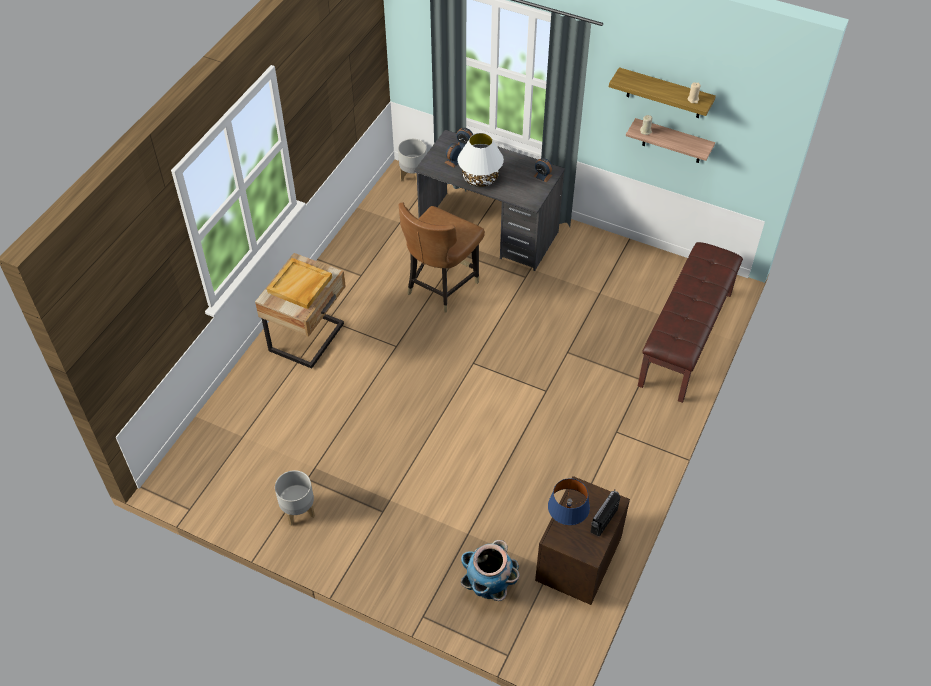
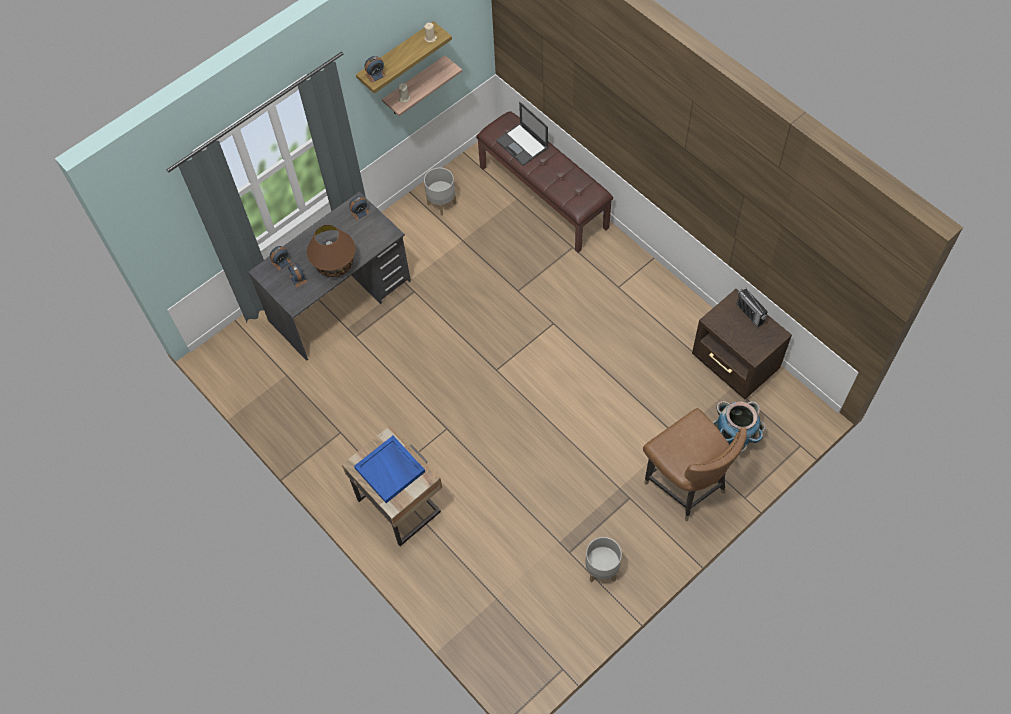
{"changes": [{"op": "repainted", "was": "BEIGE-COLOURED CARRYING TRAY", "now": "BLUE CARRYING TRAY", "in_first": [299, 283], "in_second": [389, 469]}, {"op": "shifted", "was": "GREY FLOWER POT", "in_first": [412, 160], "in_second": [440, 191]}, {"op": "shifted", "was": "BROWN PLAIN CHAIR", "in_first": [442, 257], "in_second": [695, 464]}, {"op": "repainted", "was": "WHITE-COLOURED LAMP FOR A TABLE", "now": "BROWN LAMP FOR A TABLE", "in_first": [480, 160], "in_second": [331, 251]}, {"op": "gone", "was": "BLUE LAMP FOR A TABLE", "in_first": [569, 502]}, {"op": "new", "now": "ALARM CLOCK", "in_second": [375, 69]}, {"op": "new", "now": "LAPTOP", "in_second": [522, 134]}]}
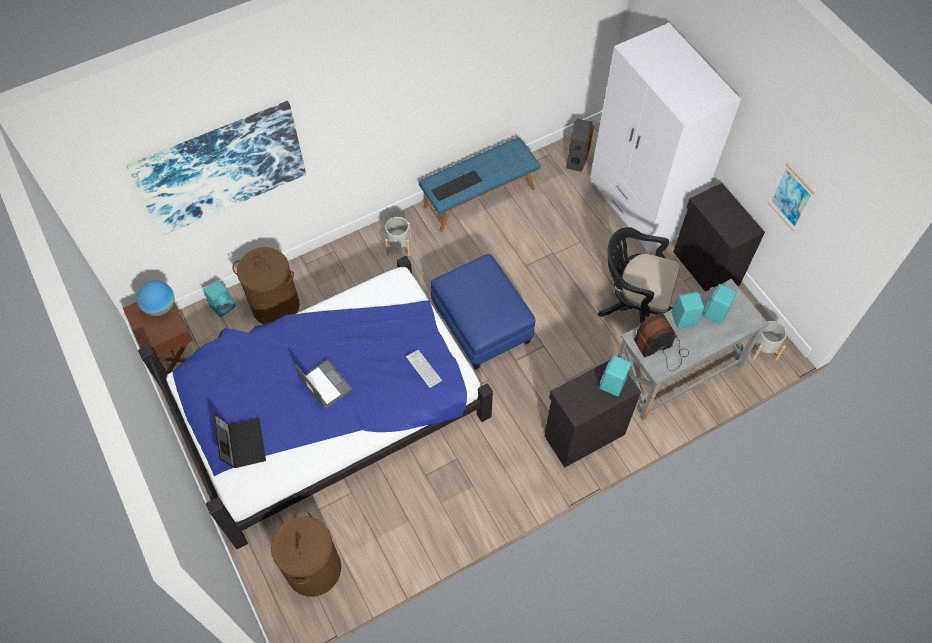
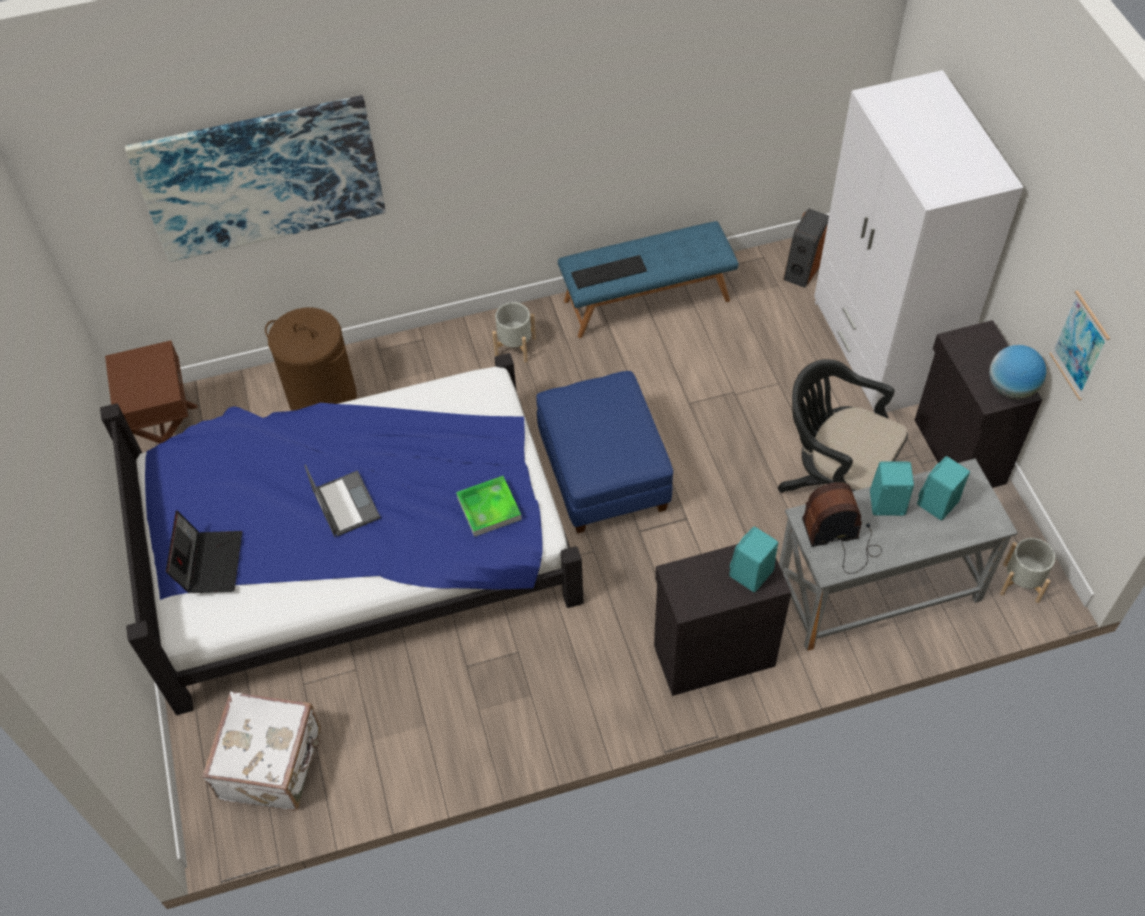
{"changes": [{"op": "shifted", "was": "WORLD GLOBE", "in_first": [156, 298], "in_second": [1017, 372]}, {"op": "gone", "was": "TURQUOISE-COLOURED AUDIO SPEAKER", "in_first": [219, 298]}, {"op": "swapped", "was": "BROWN WASHING BASKET", "now": "WHITE-COLOURED TRAVEL CASE", "in_first": [306, 554], "in_second": [261, 751]}, {"op": "swapped", "was": "PC KEYBOARD", "now": "CARRYING TRAY", "in_first": [424, 369], "in_second": [489, 506]}]}
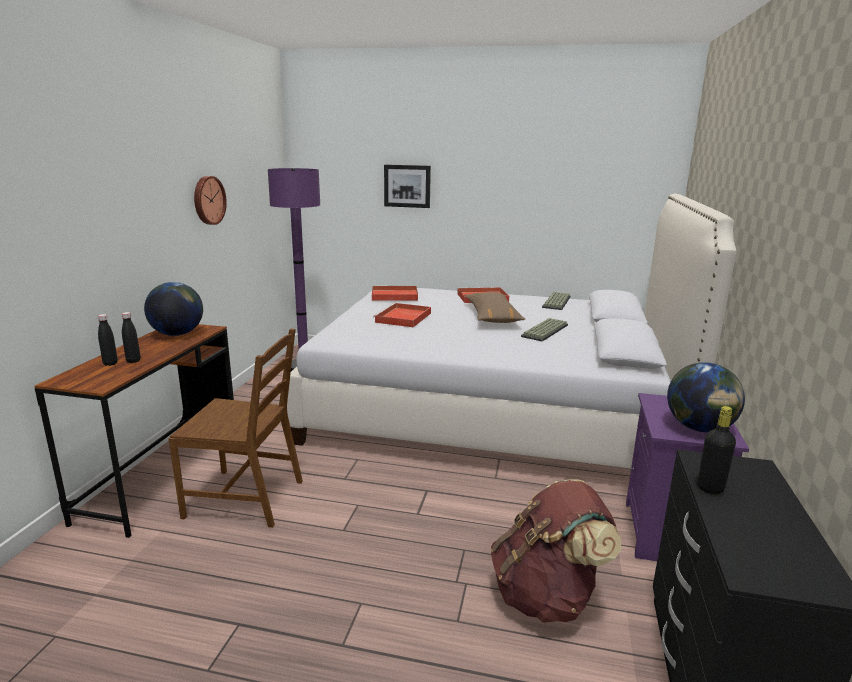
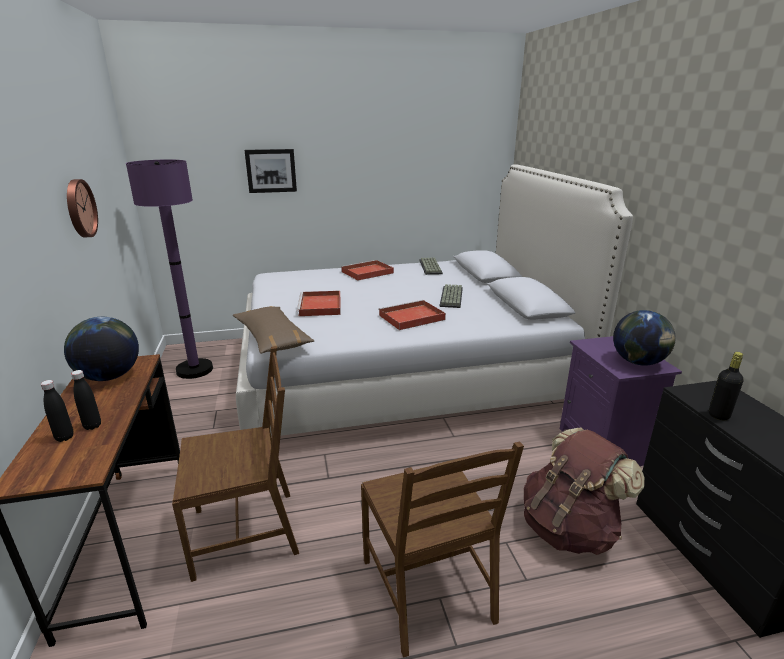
{"changes": [{"op": "shifted", "was": "REDDISH CARRYING TRAY", "in_first": [395, 293], "in_second": [412, 315]}, {"op": "shifted", "was": "BROWN CUSHION", "in_first": [495, 307], "in_second": [273, 330]}, {"op": "new", "now": "BROWN PLAIN CHAIR", "in_second": [442, 549]}]}
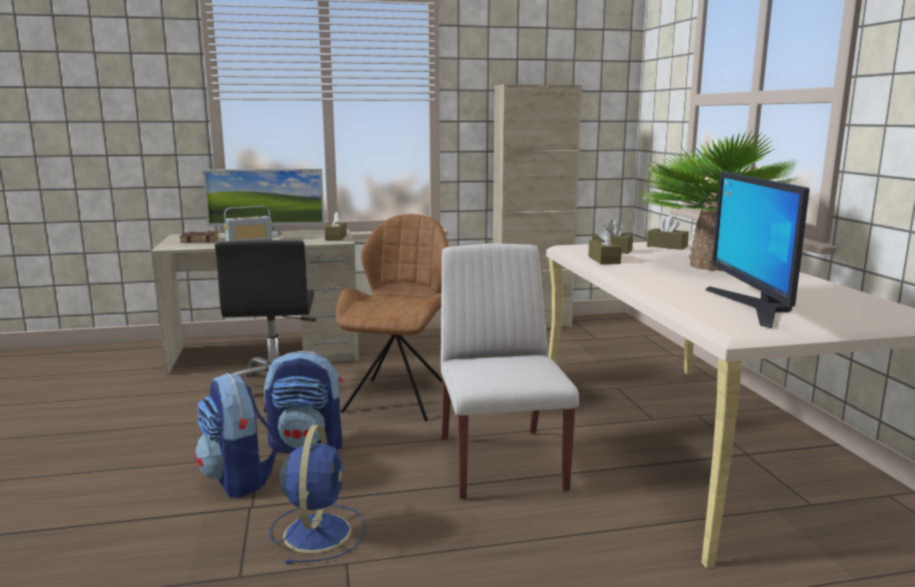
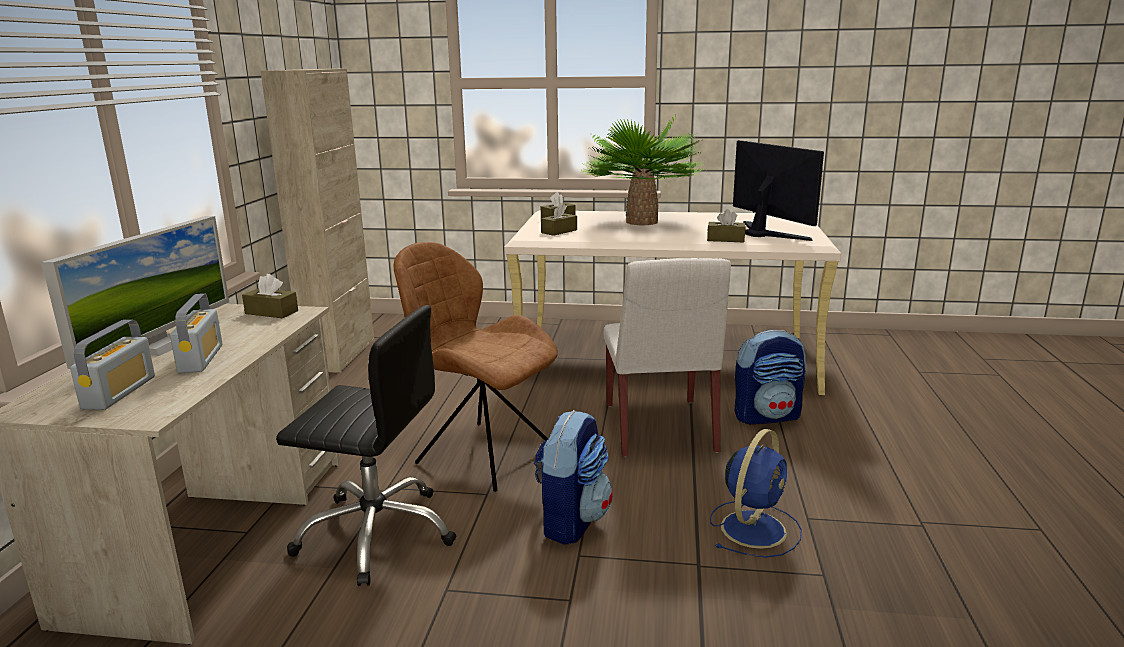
{"changes": [{"op": "swapped", "was": "BROWN BOOK", "now": "RADIO", "in_first": [199, 237], "in_second": [112, 365]}, {"op": "shifted", "was": "BACKPACK", "in_first": [237, 435], "in_second": [770, 377]}, {"op": "rotated", "was": "BLUE FAN", "in_first": [318, 494], "in_second": [756, 493], "clockwise": 105}, {"op": "rotated", "was": "WHITE-COLOURED PLAIN CHAIR", "in_first": [510, 371], "in_second": [667, 357], "clockwise": -105}, {"op": "shifted", "was": "BROWN BOX OF TISSUES", "in_first": [605, 245], "in_second": [726, 225]}, {"op": "rotated", "was": "COMPUTER SCREEN", "in_first": [758, 250], "in_second": [778, 190], "clockwise": -135}]}
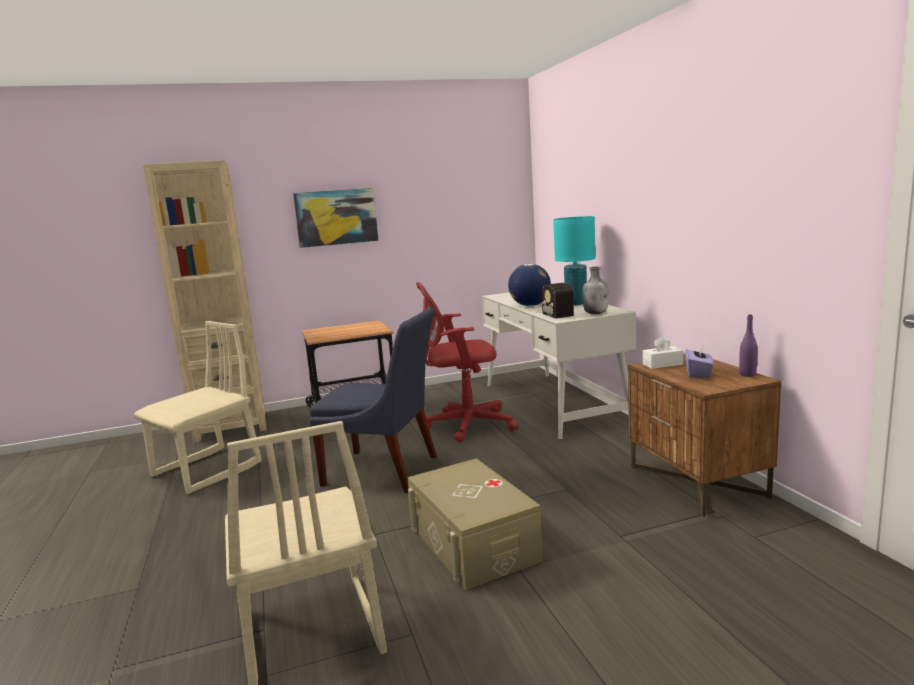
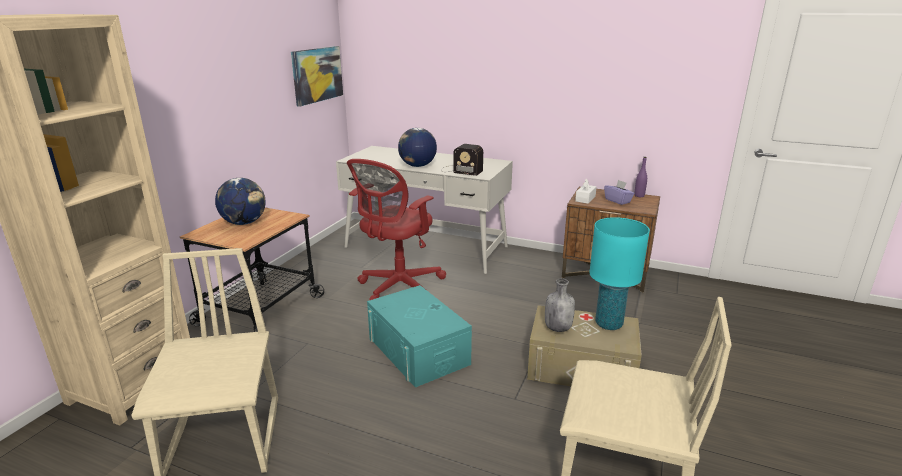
{"changes": [{"op": "shifted", "was": "PICTURE", "in_first": [335, 218], "in_second": [317, 76]}, {"op": "swapped", "was": "BLUE PLAIN CHAIR", "now": "TURQUOISE-COLOURED STORAGE CONTAINER", "in_first": [373, 400], "in_second": [419, 336]}, {"op": "shifted", "was": "TURQUOISE-COLOURED LAMP FOR A TABLE", "in_first": [574, 260], "in_second": [619, 273]}, {"op": "shifted", "was": "GREY BOTTLE", "in_first": [595, 290], "in_second": [560, 305]}, {"op": "new", "now": "WORLD GLOBE", "in_second": [240, 201]}]}
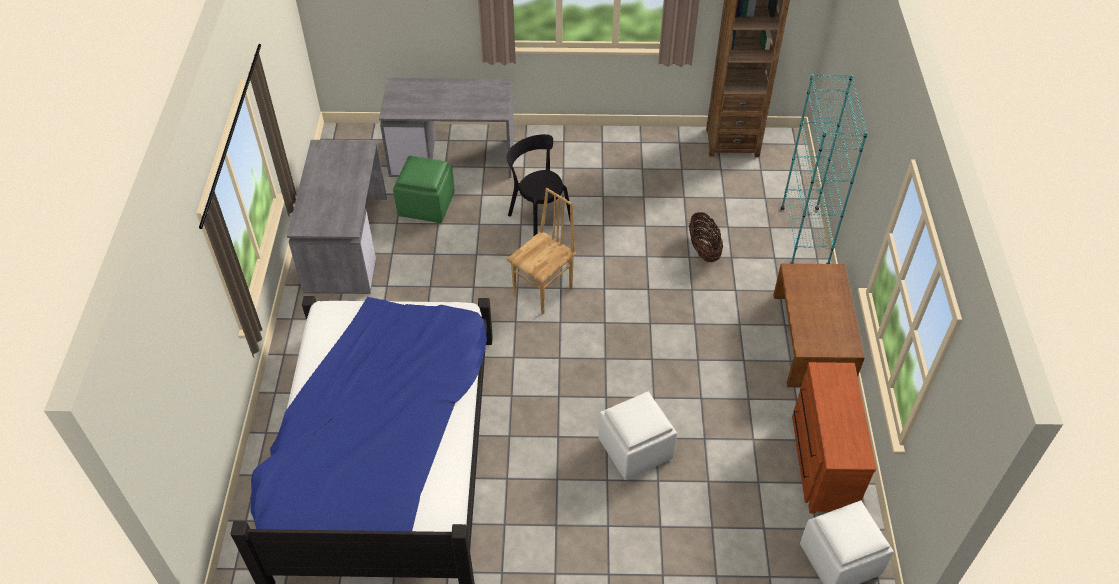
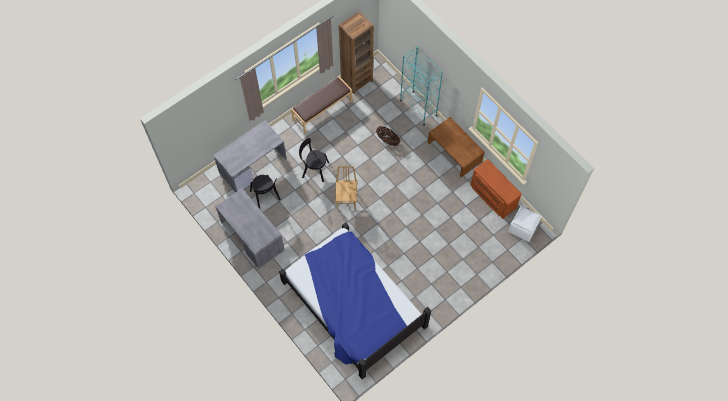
{"changes": [{"op": "swapped", "was": "GREEN-COLOURED FOOTREST", "now": "BLACKISH PLAIN CHAIR", "in_first": [424, 189], "in_second": [265, 192]}, {"op": "gone", "was": "WHITE-COLOURED FOOTREST", "in_first": [638, 435]}, {"op": "new", "now": "BROWN INDOOR BENCH", "in_second": [321, 105]}]}
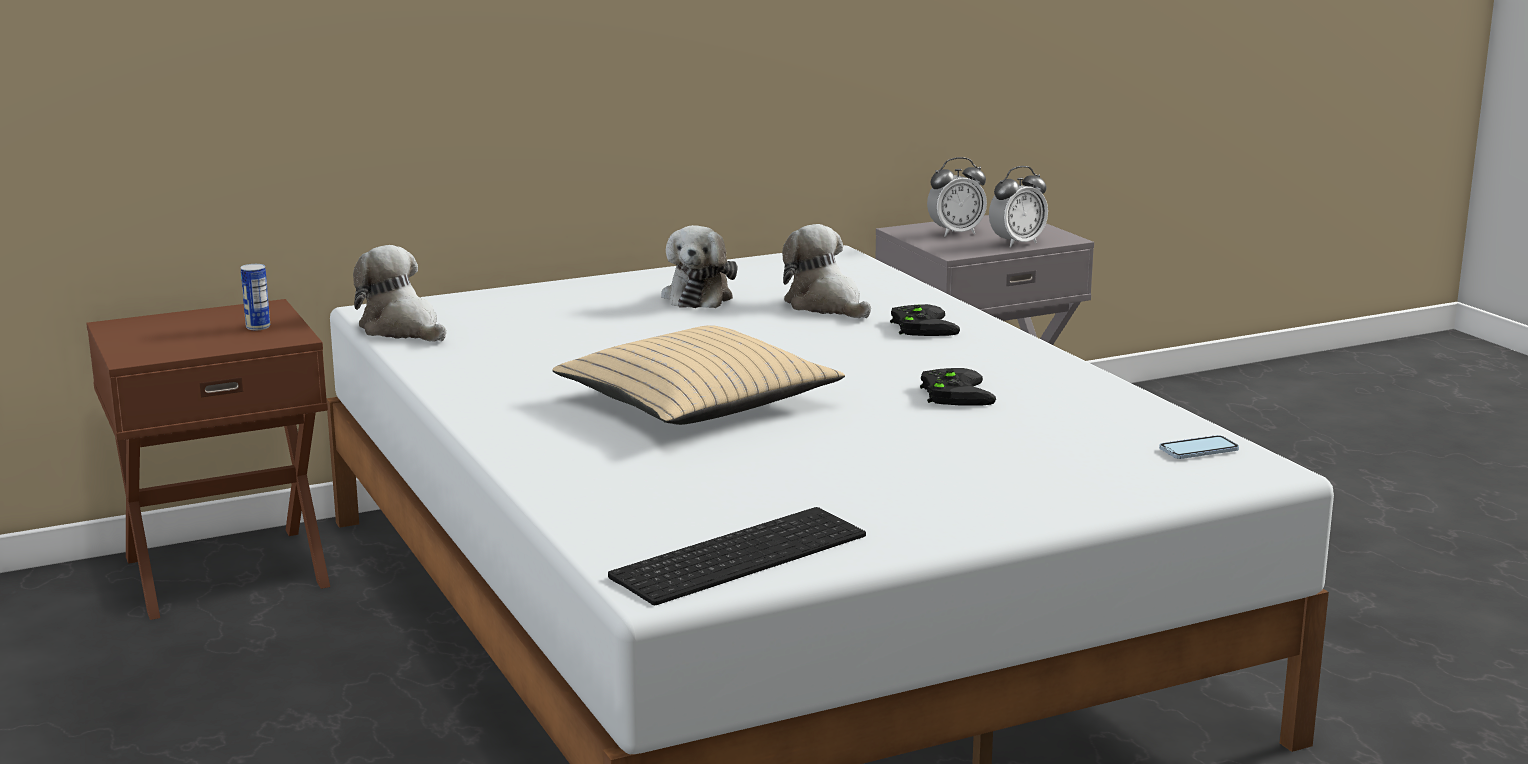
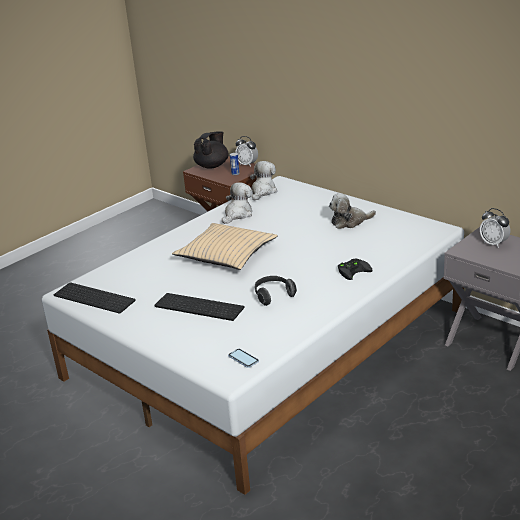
{"changes": [{"op": "shifted", "was": "PLUSH TOY", "in_first": [826, 271], "in_second": [237, 203]}, {"op": "swapped", "was": "BLACKISH GAME CONTROLLER", "now": "HEADPHONES", "in_first": [958, 387], "in_second": [276, 291]}, {"op": "shifted", "was": "ALARM CLOCK", "in_first": [1018, 207], "in_second": [246, 151]}, {"op": "new", "now": "PC KEYBOARD", "in_second": [200, 307]}, {"op": "new", "now": "BLACKISH TEA POT", "in_second": [211, 150]}]}
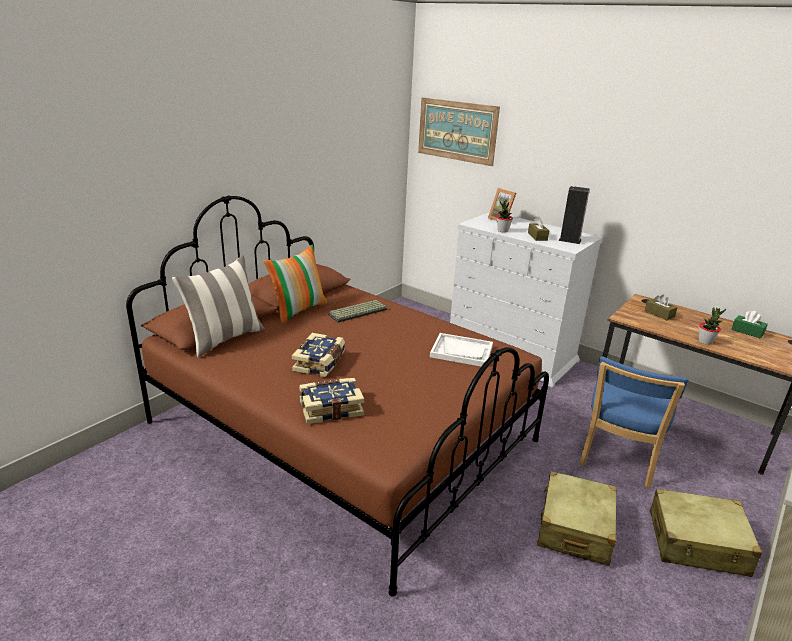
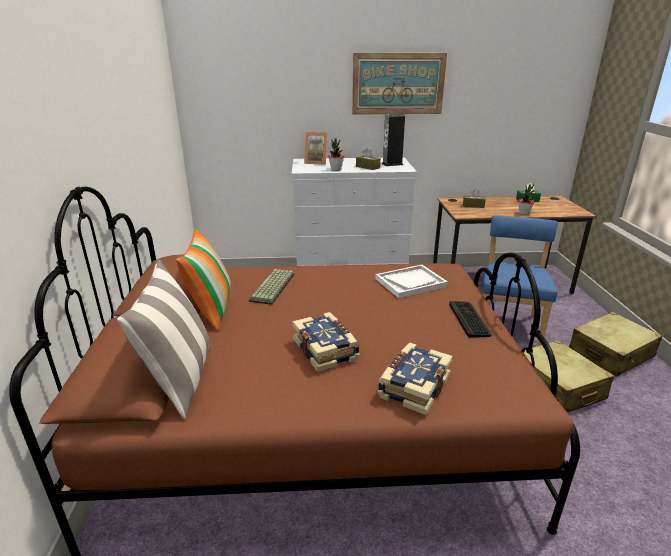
{"changes": [{"op": "shifted", "was": "PICTURE", "in_first": [459, 131], "in_second": [399, 84]}, {"op": "rotated", "was": "BLUE PLAIN CHAIR", "in_first": [633, 422], "in_second": [520, 280], "clockwise": -150}, {"op": "new", "now": "PC KEYBOARD", "in_second": [470, 319]}]}
